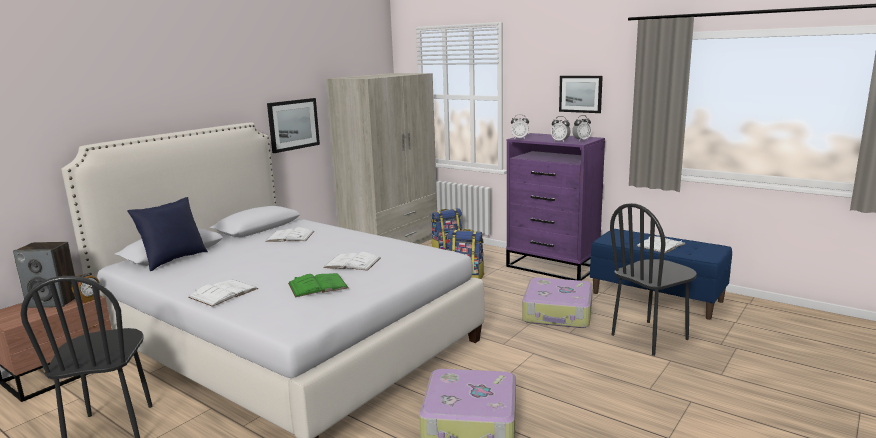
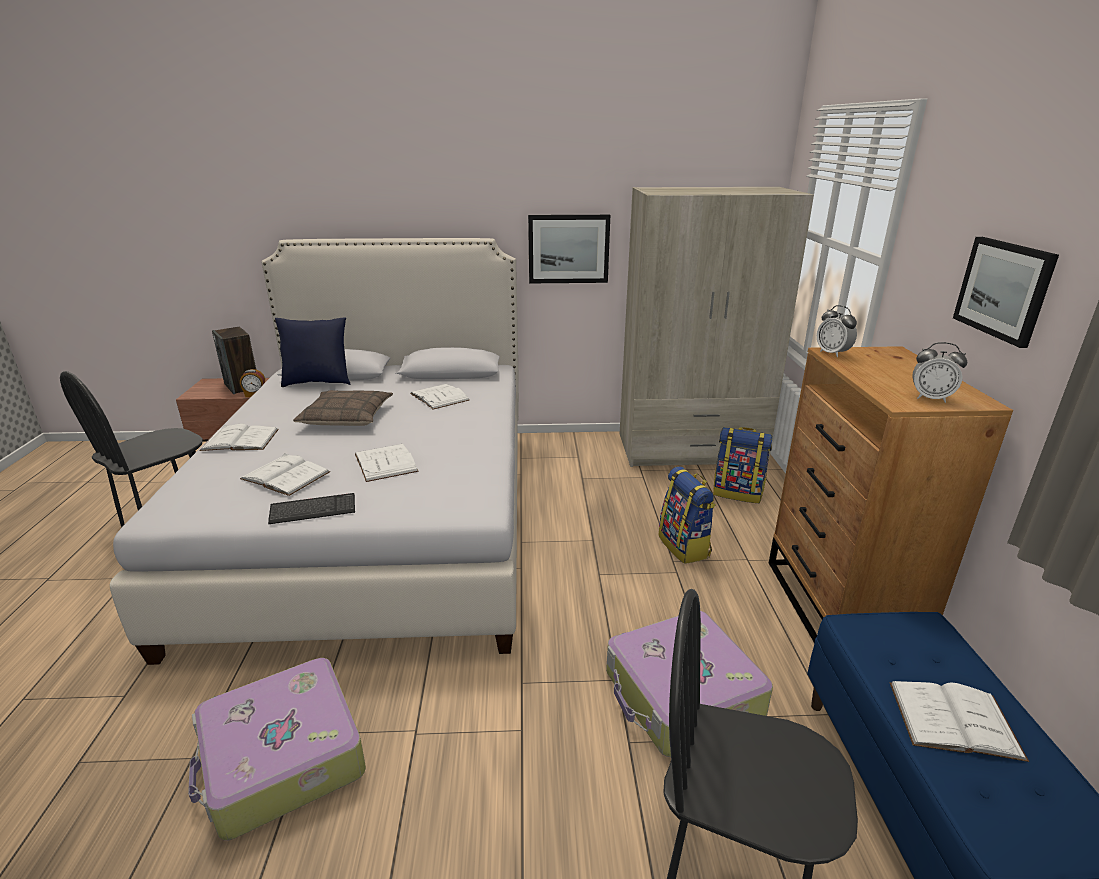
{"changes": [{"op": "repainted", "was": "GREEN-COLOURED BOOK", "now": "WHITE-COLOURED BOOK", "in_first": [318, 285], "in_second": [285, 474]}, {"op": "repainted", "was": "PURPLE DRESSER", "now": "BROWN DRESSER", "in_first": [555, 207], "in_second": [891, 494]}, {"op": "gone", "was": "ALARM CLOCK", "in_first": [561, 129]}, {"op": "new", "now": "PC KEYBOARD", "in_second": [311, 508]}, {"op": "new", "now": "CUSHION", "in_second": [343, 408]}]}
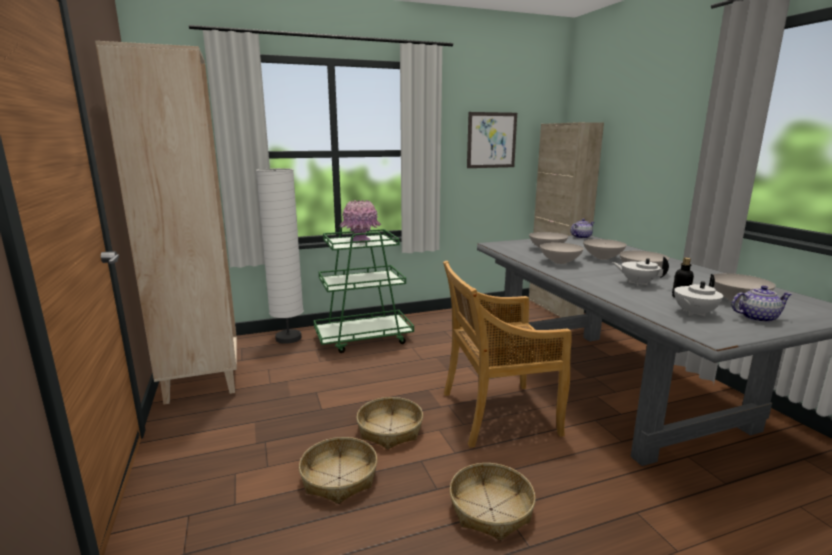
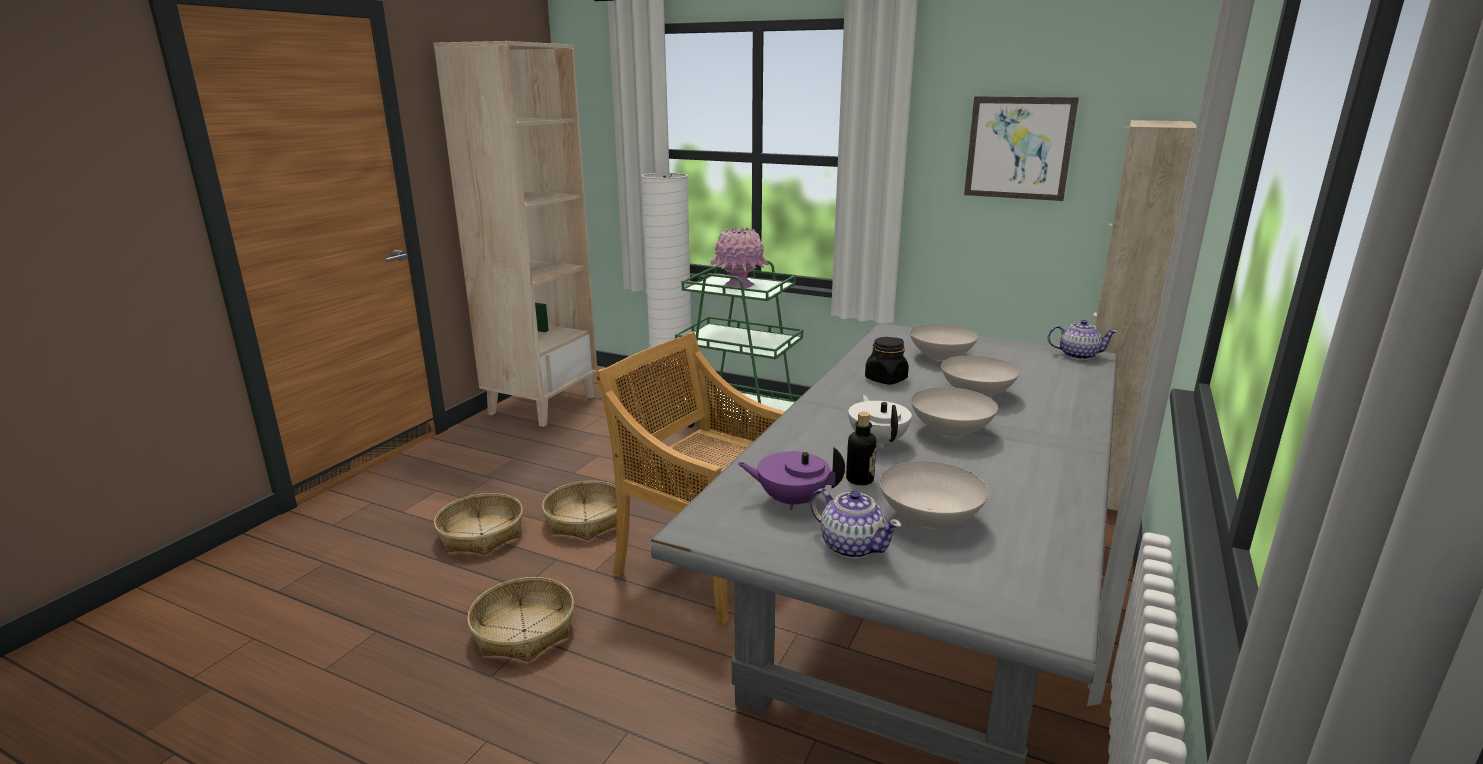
{"changes": [{"op": "swapped", "was": "WHITE-COLOURED DEEP DISH", "now": "BLACKISH STORAGE JAR", "in_first": [562, 253], "in_second": [887, 360]}, {"op": "repainted", "was": "WHITE-COLOURED TEA POT", "now": "PURPLE TEA POT", "in_first": [698, 295], "in_second": [791, 478]}]}
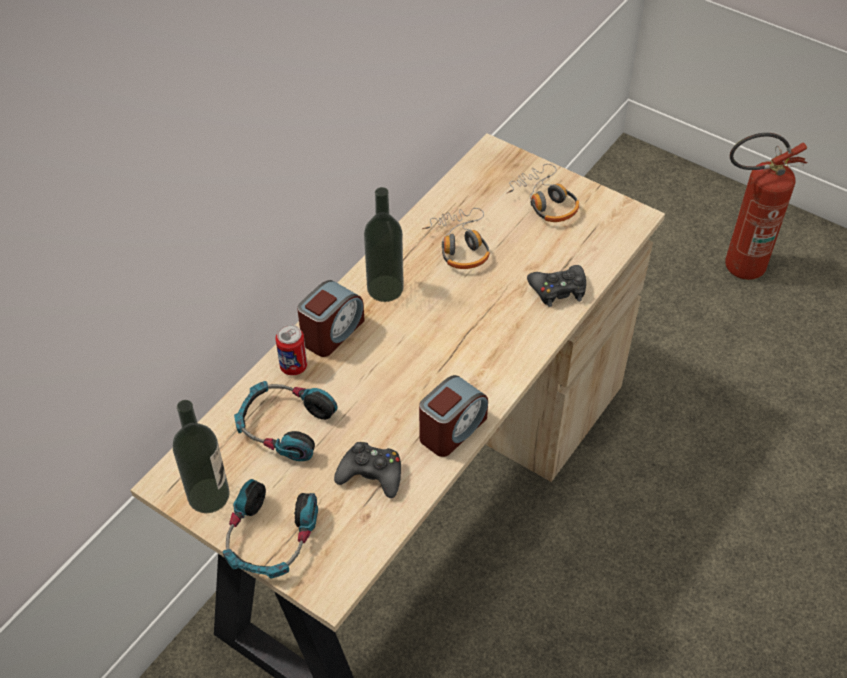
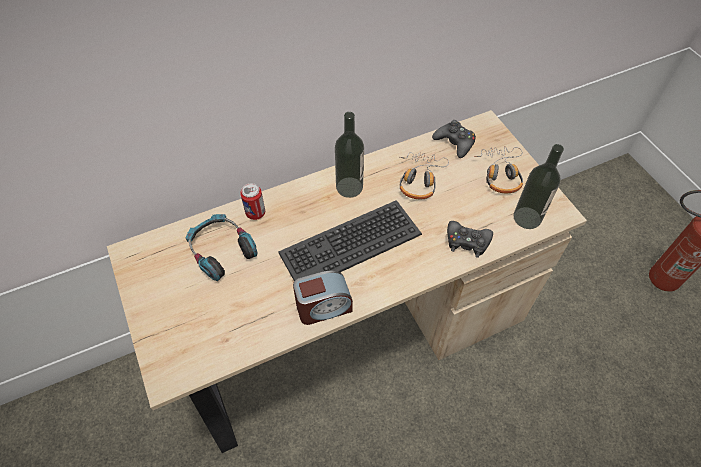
{"changes": [{"op": "shifted", "was": "BOTTLE", "in_first": [201, 456], "in_second": [539, 186]}, {"op": "gone", "was": "HEADPHONES", "in_first": [270, 529]}, {"op": "gone", "was": "ALARM CLOCK", "in_first": [331, 318]}, {"op": "shifted", "was": "BLACKISH GAME CONTROLLER", "in_first": [367, 470], "in_second": [454, 139]}, {"op": "new", "now": "PC KEYBOARD", "in_second": [350, 240]}]}
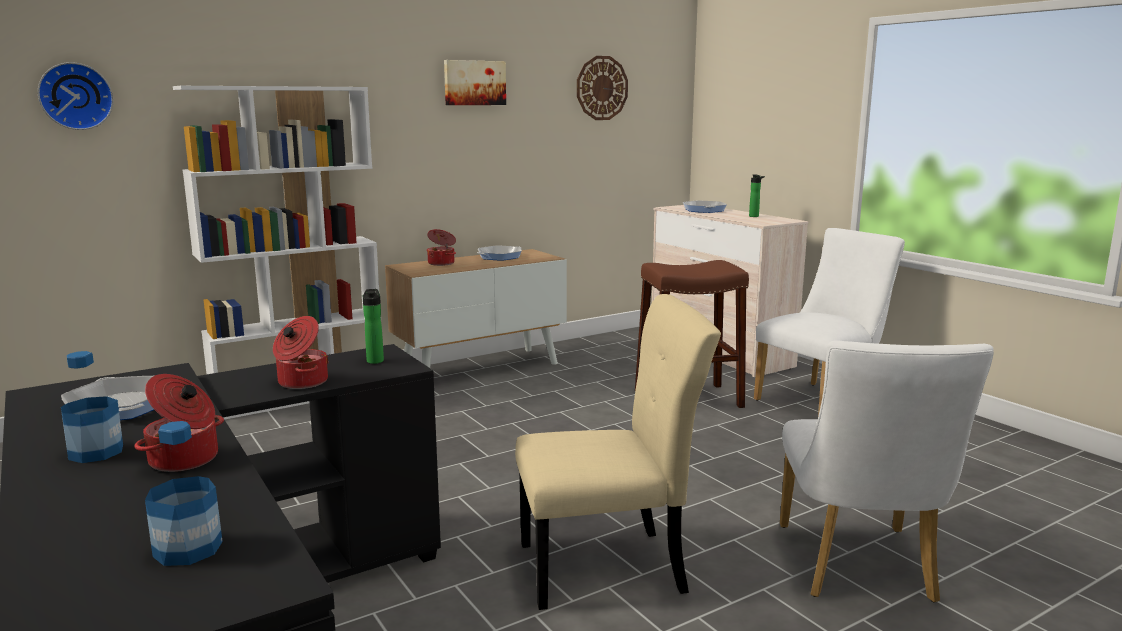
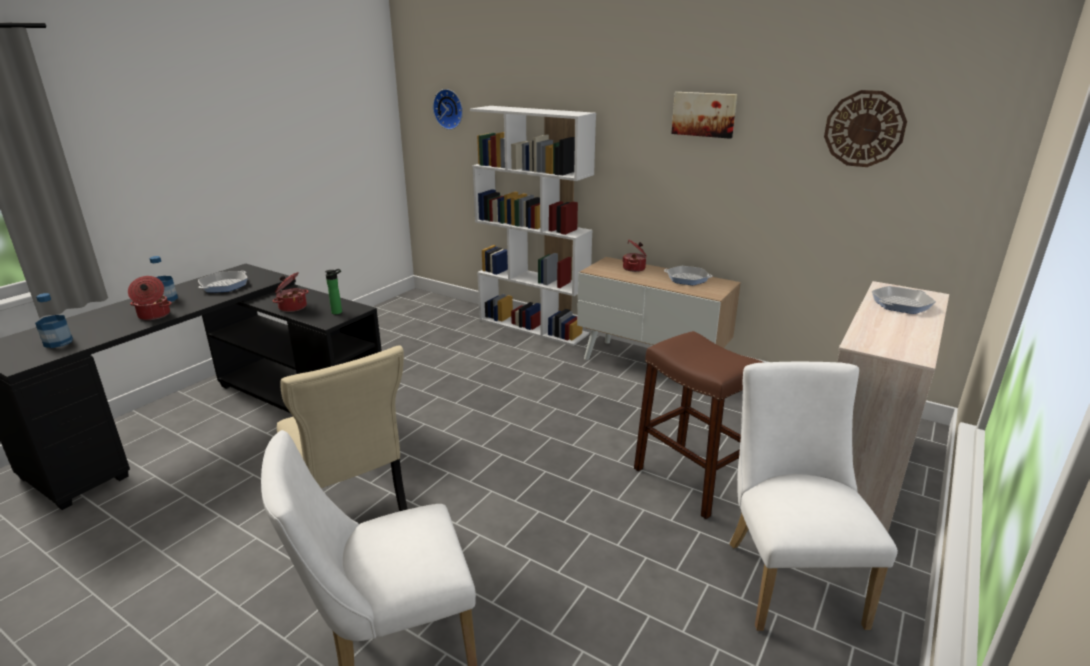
{"changes": [{"op": "gone", "was": "BOTTLE", "in_first": [757, 195]}, {"op": "rotated", "was": "WHITE-COLOURED PLAIN CHAIR", "in_first": [829, 322], "in_second": [813, 496], "clockwise": -120}]}
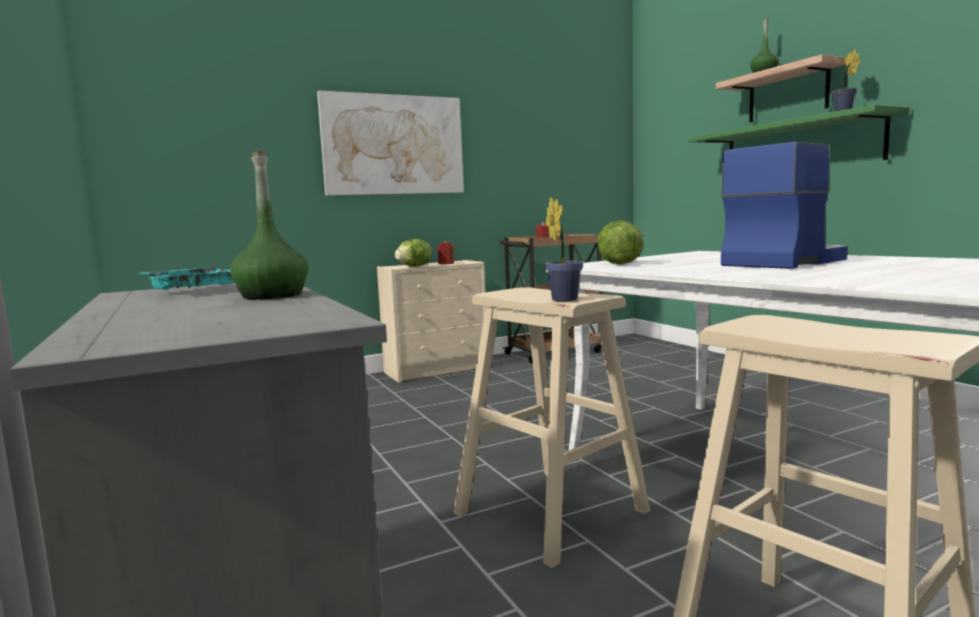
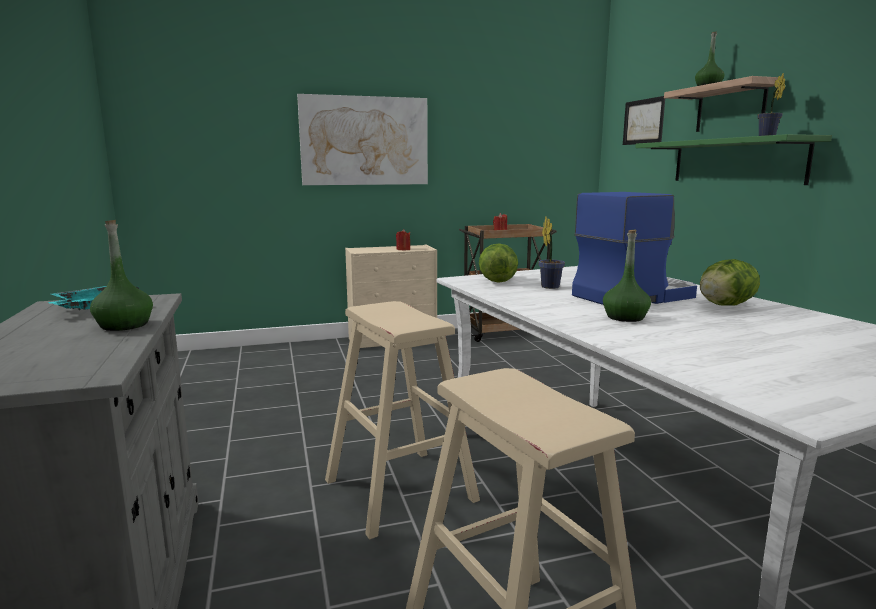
{"changes": [{"op": "shifted", "was": "LETTUCE", "in_first": [413, 253], "in_second": [730, 282]}, {"op": "shifted", "was": "HOUSEPLANT", "in_first": [564, 249], "in_second": [551, 253]}, {"op": "new", "now": "GREEN-COLOURED BOTTLE", "in_second": [627, 276]}, {"op": "new", "now": "PICTURE", "in_second": [644, 120]}]}
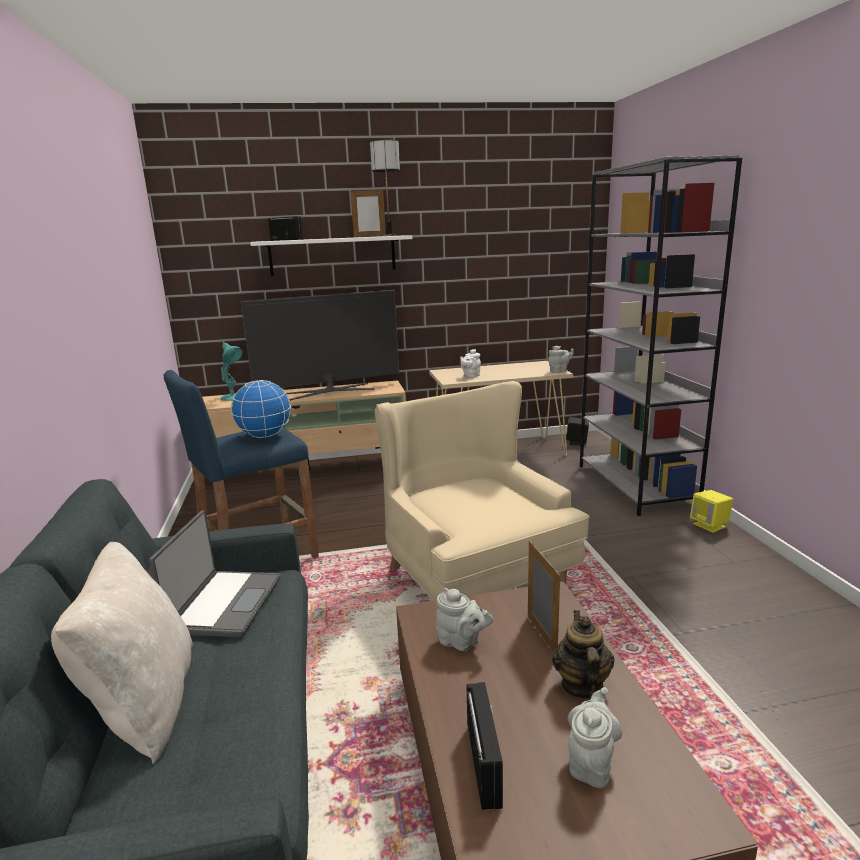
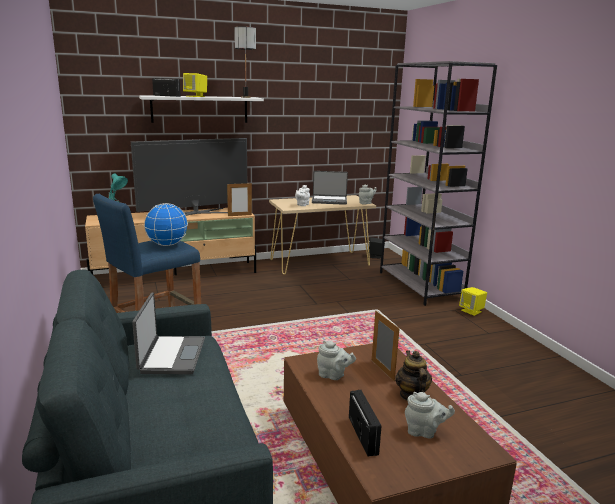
{"changes": [{"op": "gone", "was": "BEIGE-COLOURED CUSHION", "in_first": [122, 653]}, {"op": "shifted", "was": "STANDING FRAME", "in_first": [368, 213], "in_second": [239, 199]}, {"op": "gone", "was": "BEIGE-COLOURED ARMCHAIR", "in_first": [482, 491]}, {"op": "rotated", "was": "GREY TEA POT", "in_first": [595, 737], "in_second": [430, 415], "clockwise": 90}, {"op": "new", "now": "YELLOW AUDIO SPEAKER", "in_second": [195, 85]}, {"op": "new", "now": "LAPTOP", "in_second": [330, 188]}]}
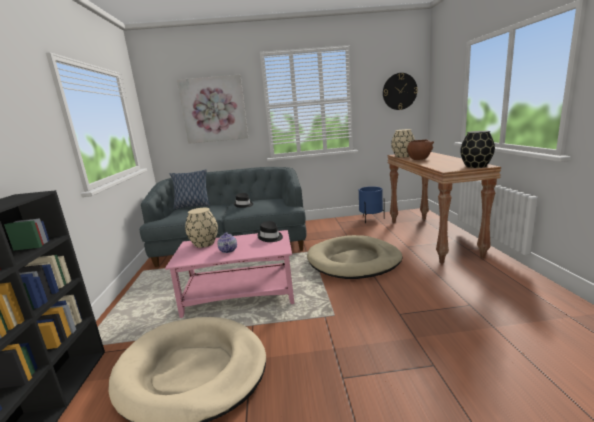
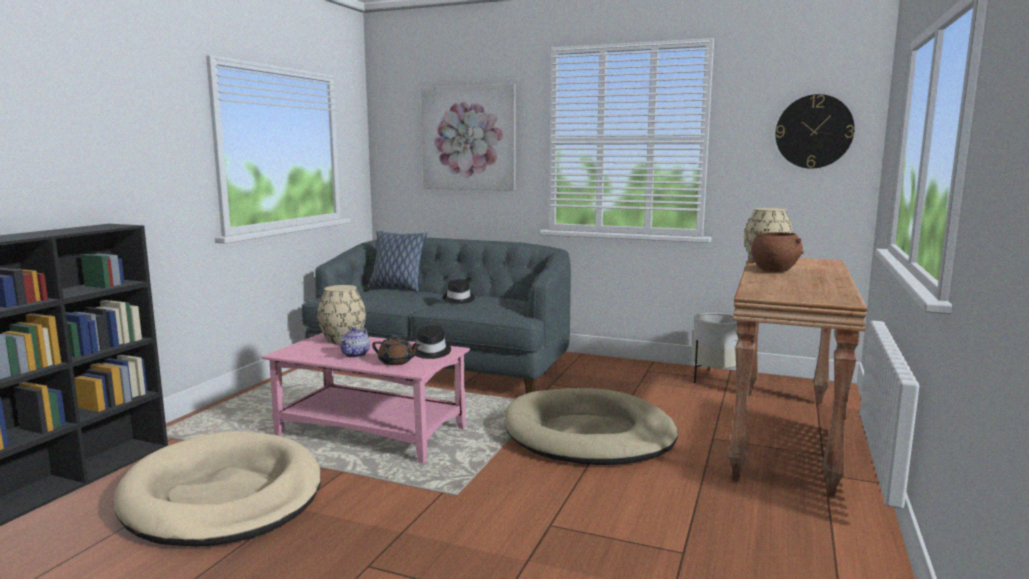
{"changes": [{"op": "repainted", "was": "BLUE FLOWER POT", "now": "WHITE-COLOURED FLOWER POT", "in_first": [372, 204], "in_second": [715, 348]}, {"op": "gone", "was": "BLACKISH FLOWER VASE", "in_first": [477, 149]}, {"op": "new", "now": "BROWN TEA POT", "in_second": [397, 350]}]}
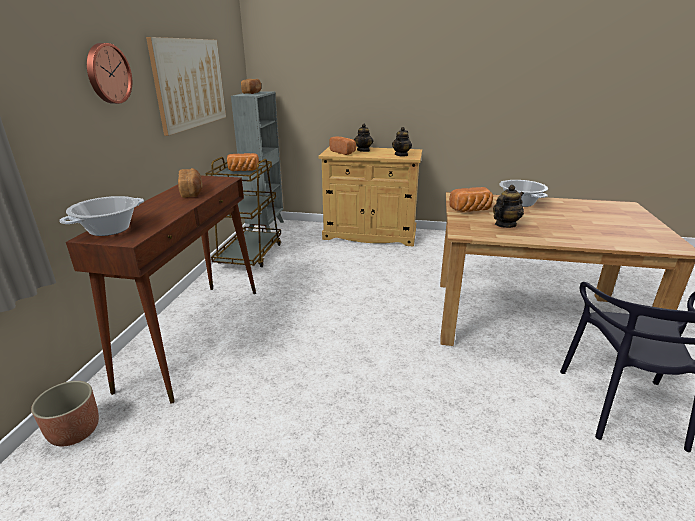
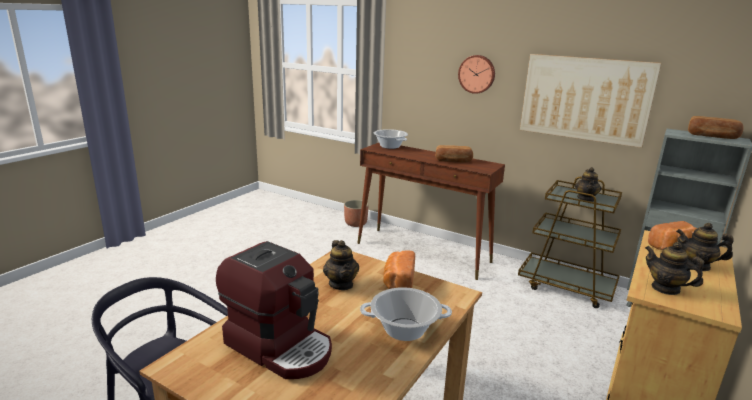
{"changes": [{"op": "swapped", "was": "BAKERY BREAD", "now": "TEA POT", "in_first": [243, 162], "in_second": [588, 184]}, {"op": "new", "now": "COFFEE BREWER", "in_second": [274, 310]}]}
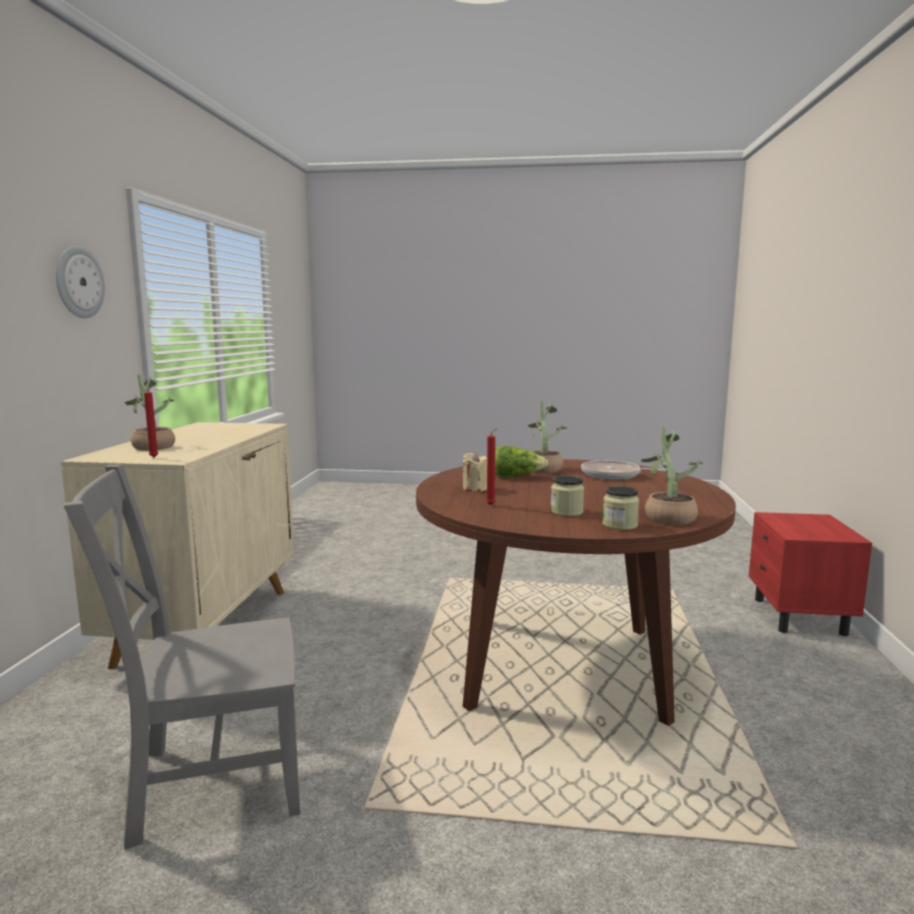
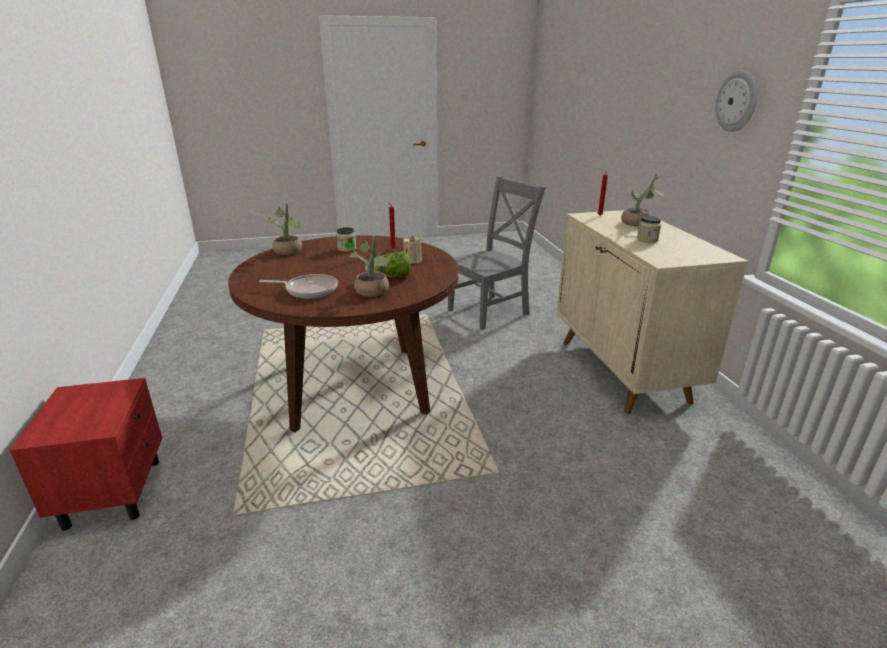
{"changes": [{"op": "shifted", "was": "STORAGE JAR", "in_first": [621, 508], "in_second": [649, 229]}]}
